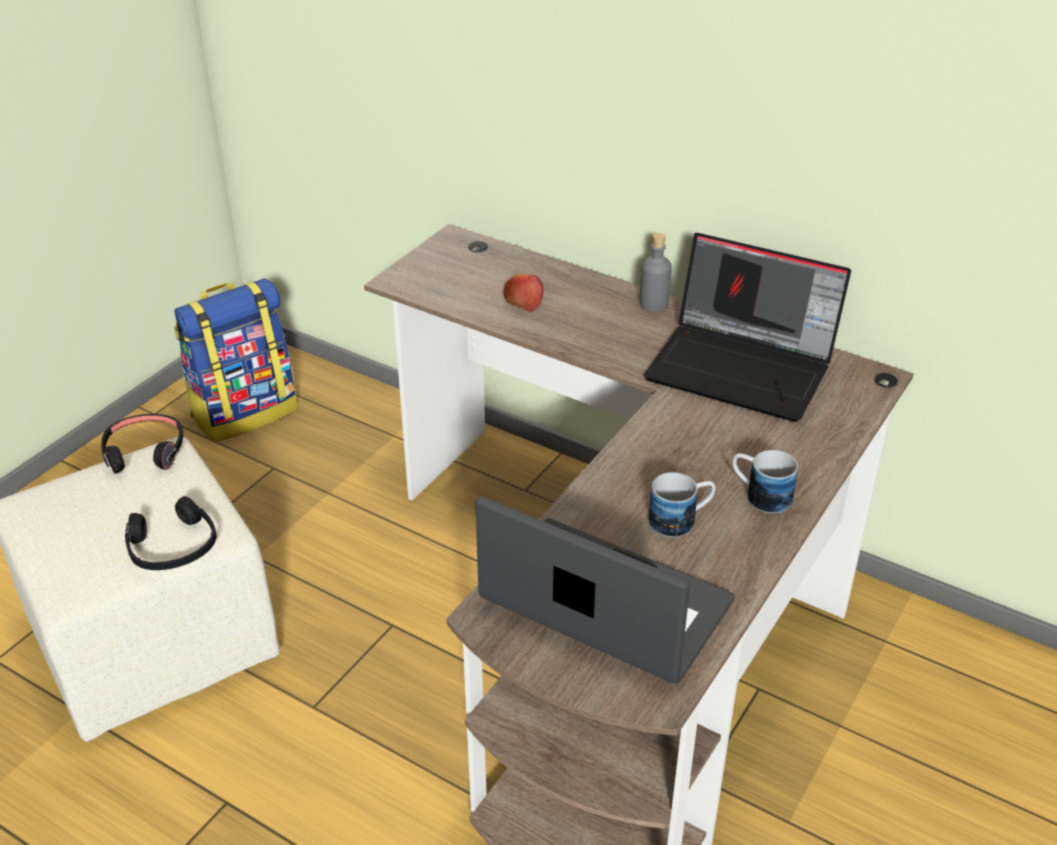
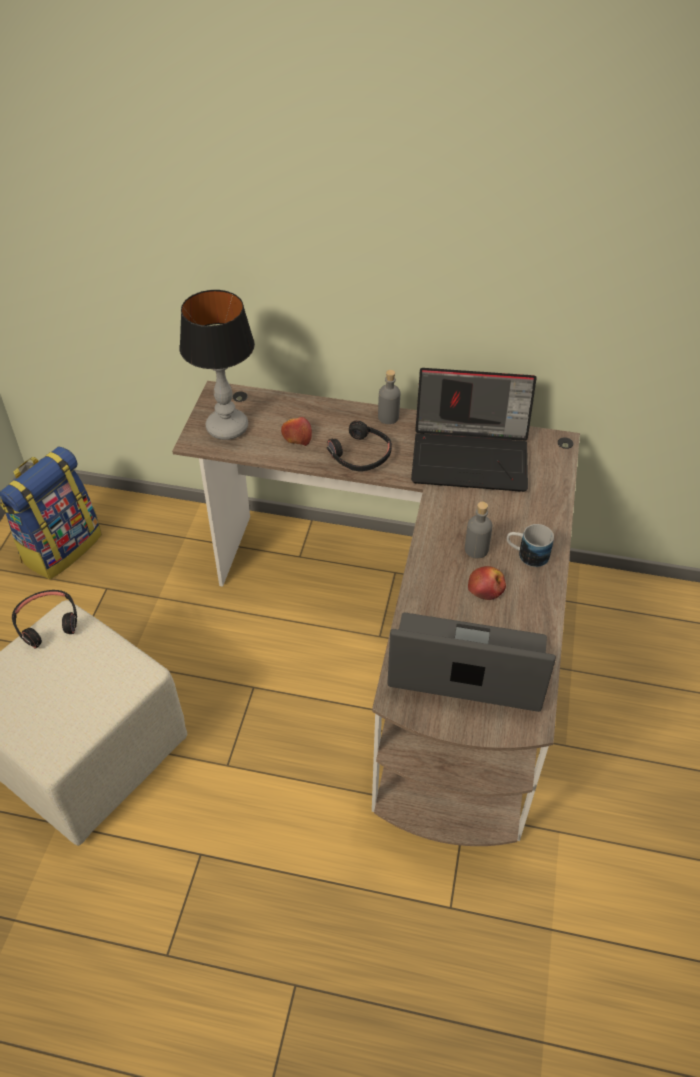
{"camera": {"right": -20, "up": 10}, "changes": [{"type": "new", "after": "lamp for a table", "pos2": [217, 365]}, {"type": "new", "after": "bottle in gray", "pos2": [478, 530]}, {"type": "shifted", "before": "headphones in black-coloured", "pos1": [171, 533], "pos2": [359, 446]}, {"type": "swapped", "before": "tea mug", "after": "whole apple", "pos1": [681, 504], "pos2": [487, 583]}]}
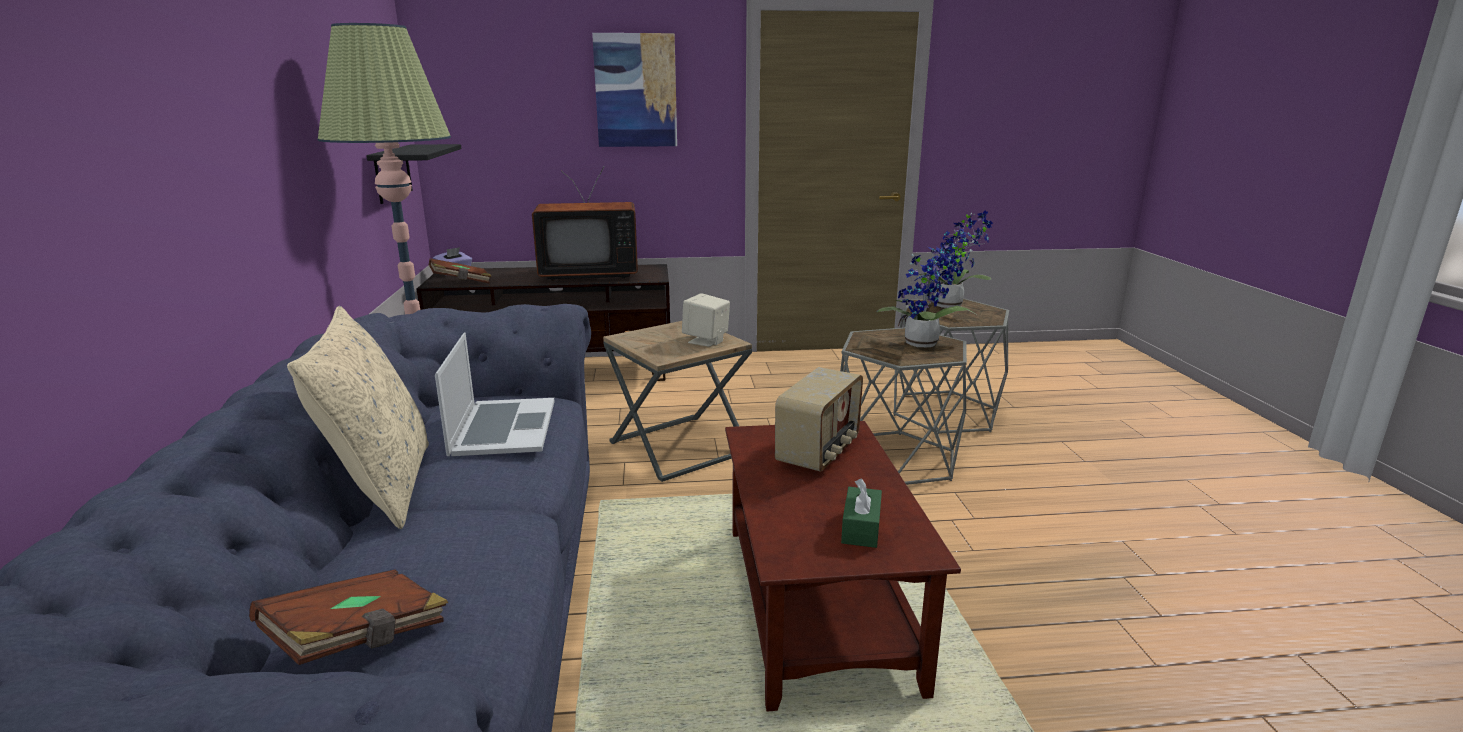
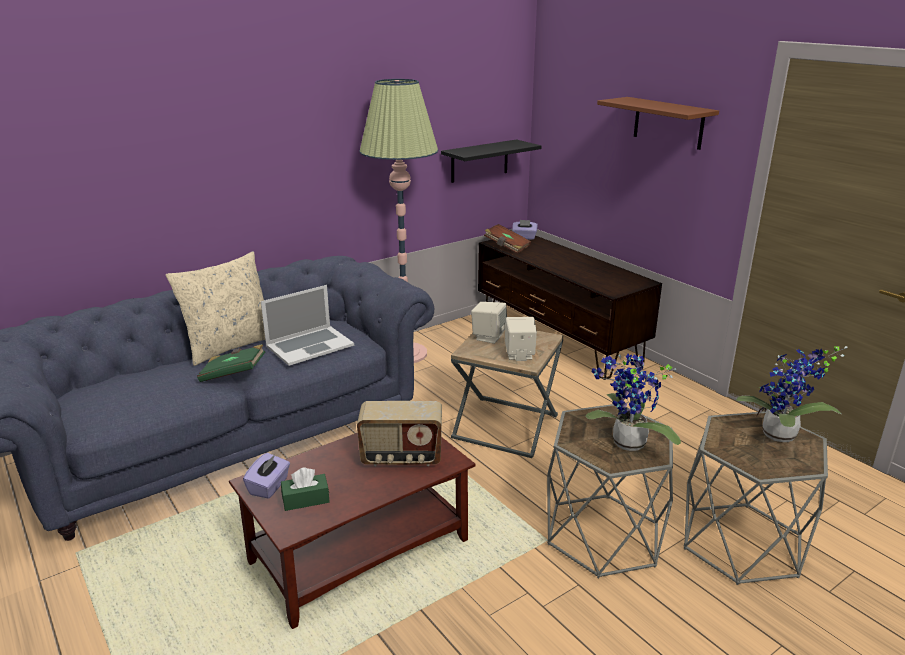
{"camera": {"right": 60, "up": 5}, "changes": [{"type": "gone", "before": "volume in brownish", "pos1": [349, 617]}, {"type": "gone", "before": "television", "pos1": [585, 223]}, {"type": "new", "after": "volume in greenish", "pos2": [231, 363]}, {"type": "new", "after": "tissue holder in purple", "pos2": [266, 476]}, {"type": "new", "after": "audio speaker in sand-coloured", "pos2": [489, 323]}, {"type": "swapped", "before": "wall picture", "after": "shelf in brownish", "pos1": [634, 90], "pos2": [658, 123]}]}
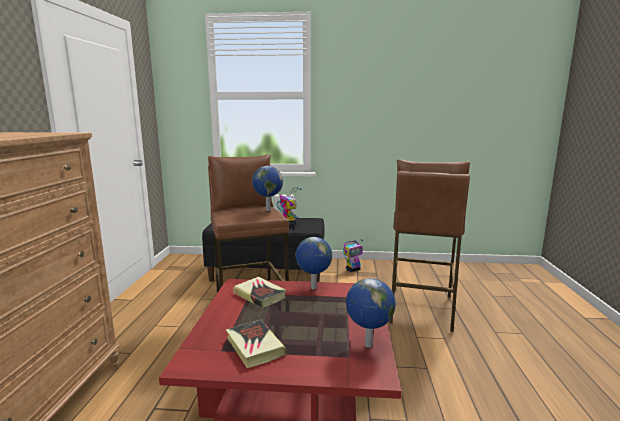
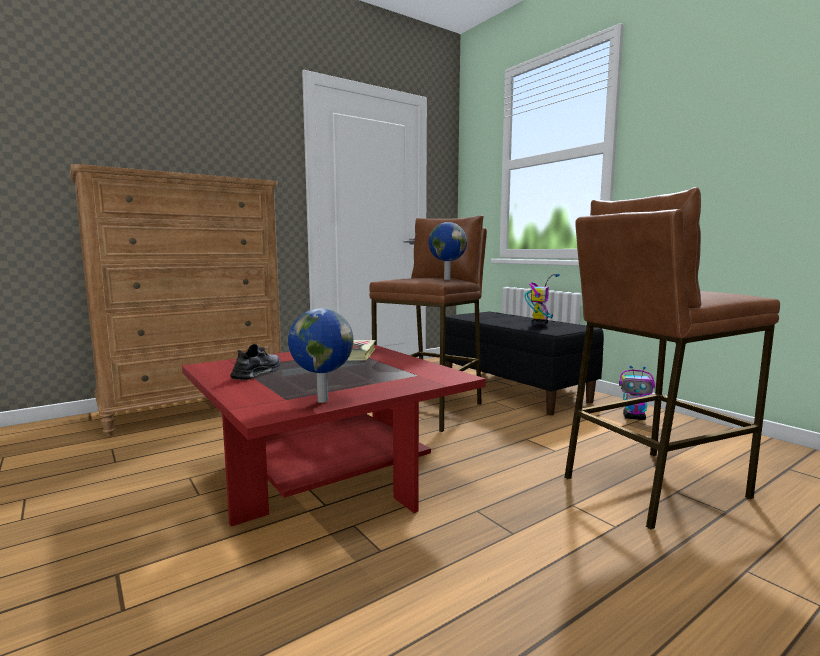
{"camera": {"right": 50, "up": -5}, "changes": [{"type": "gone", "before": "desk globe", "pos1": [314, 263]}, {"type": "swapped", "before": "volume", "after": "low shoe in gray", "pos1": [256, 344], "pos2": [255, 362]}]}
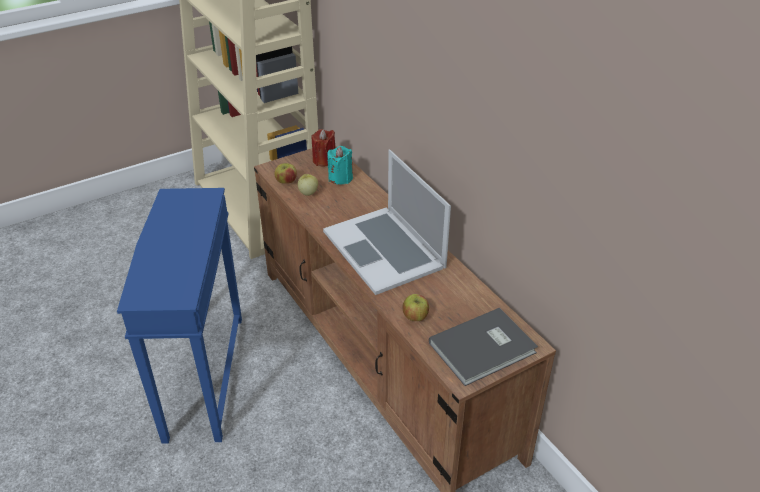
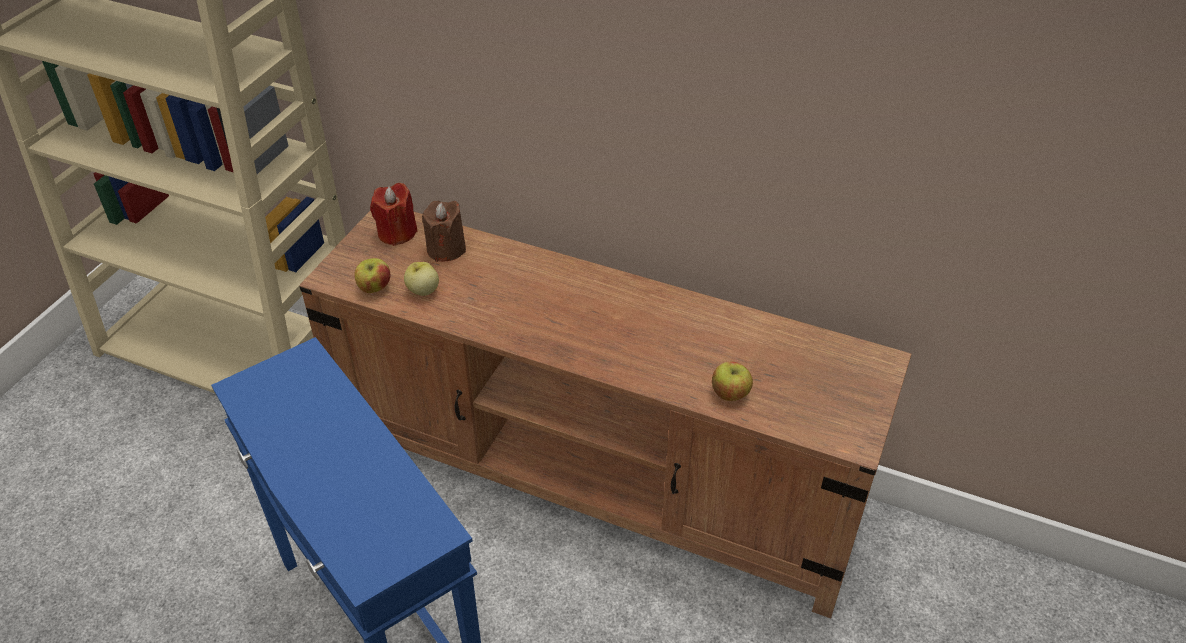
{"camera": {"right": -35, "up": 5}, "changes": [{"type": "gone", "before": "laptop", "pos1": [387, 222]}, {"type": "gone", "before": "volume in gray", "pos1": [483, 347]}, {"type": "repainted", "before": "candle in turquoise", "after": "candle in brownish", "pos1": [340, 165], "pos2": [444, 231]}]}
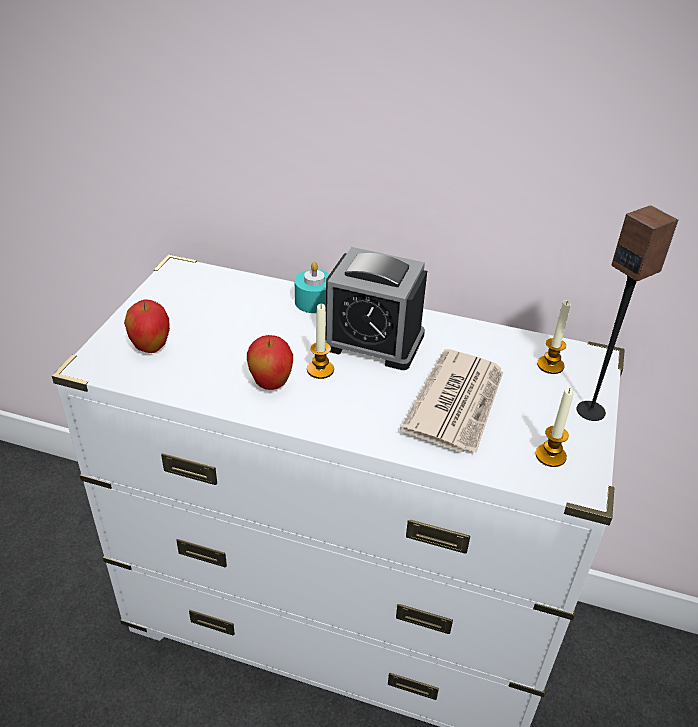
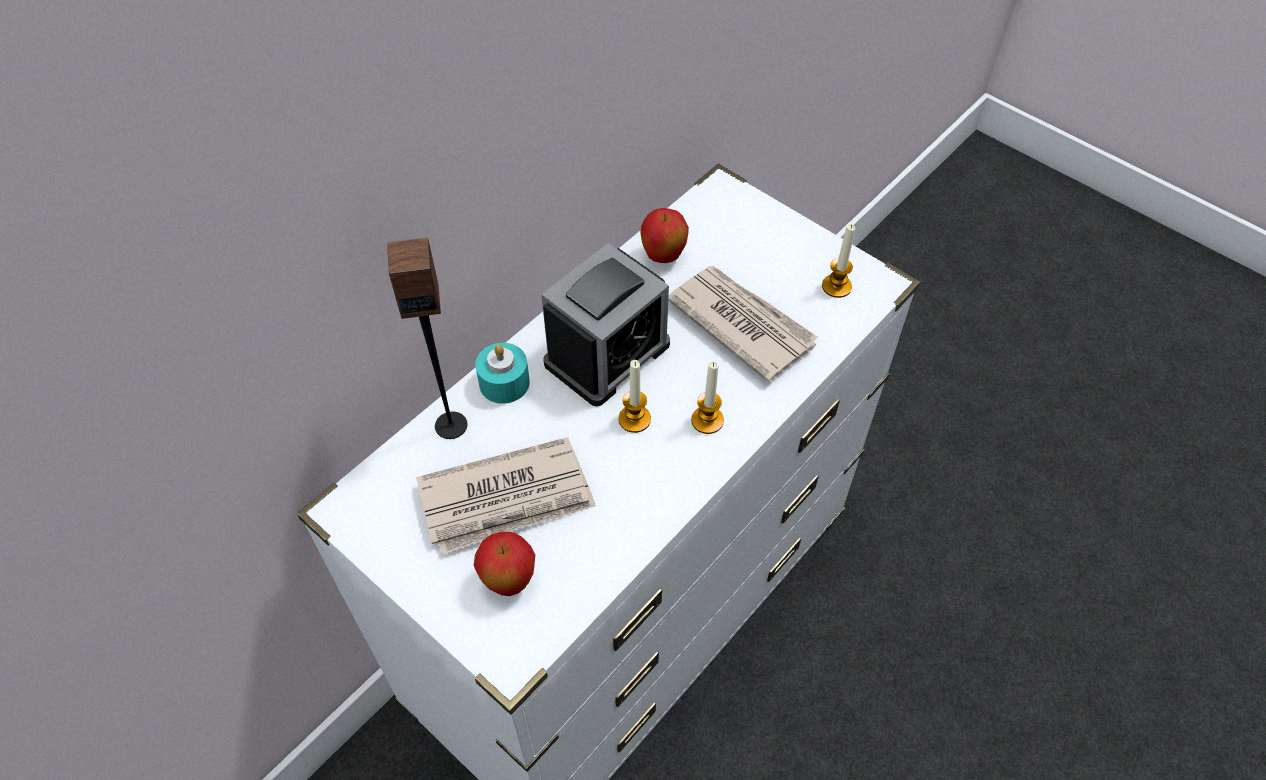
{"camera": {"right": -65, "up": 15}, "changes": [{"type": "new", "after": "printed paper", "pos2": [506, 496]}, {"type": "shifted", "before": "whole apple", "pos1": [270, 362], "pos2": [664, 235]}, {"type": "shifted", "before": "candle", "pos1": [553, 337], "pos2": [707, 397]}, {"type": "shifted", "before": "audio speaker", "pos1": [627, 313], "pos2": [427, 338]}]}
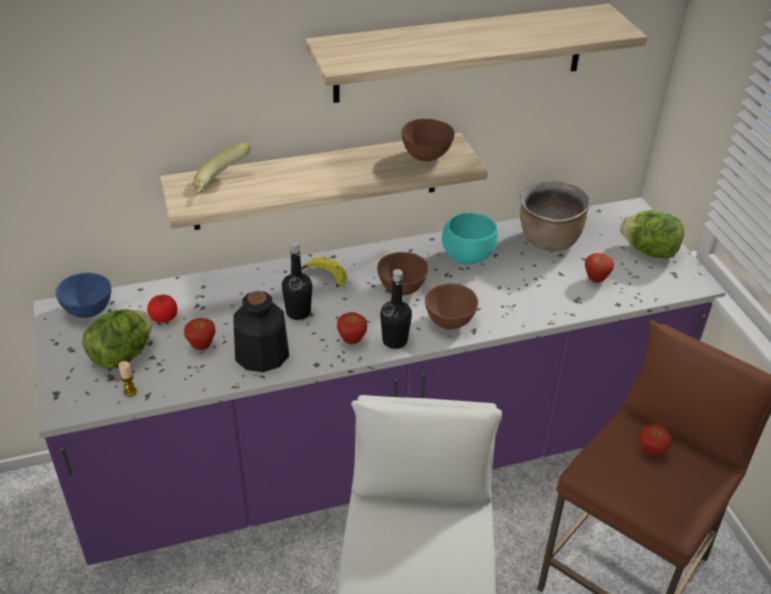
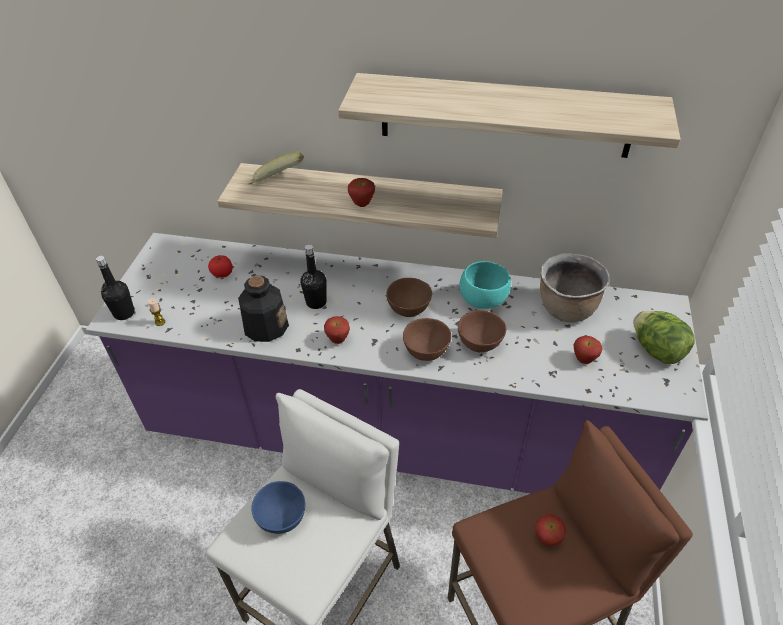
{"camera": {"right": 30, "up": 5}, "changes": [{"type": "gone", "before": "lettuce", "pos1": [117, 339]}, {"type": "gone", "before": "banana fruit", "pos1": [324, 272]}, {"type": "shifted", "before": "deep dish in blue", "pos1": [83, 295], "pos2": [278, 507]}, {"type": "shifted", "before": "whole apple", "pos1": [200, 334], "pos2": [361, 192]}, {"type": "shifted", "before": "bottle in black-coloured", "pos1": [396, 309], "pos2": [115, 288]}, {"type": "shifted", "before": "deep dish in brownish", "pos1": [428, 140], "pos2": [482, 331]}]}
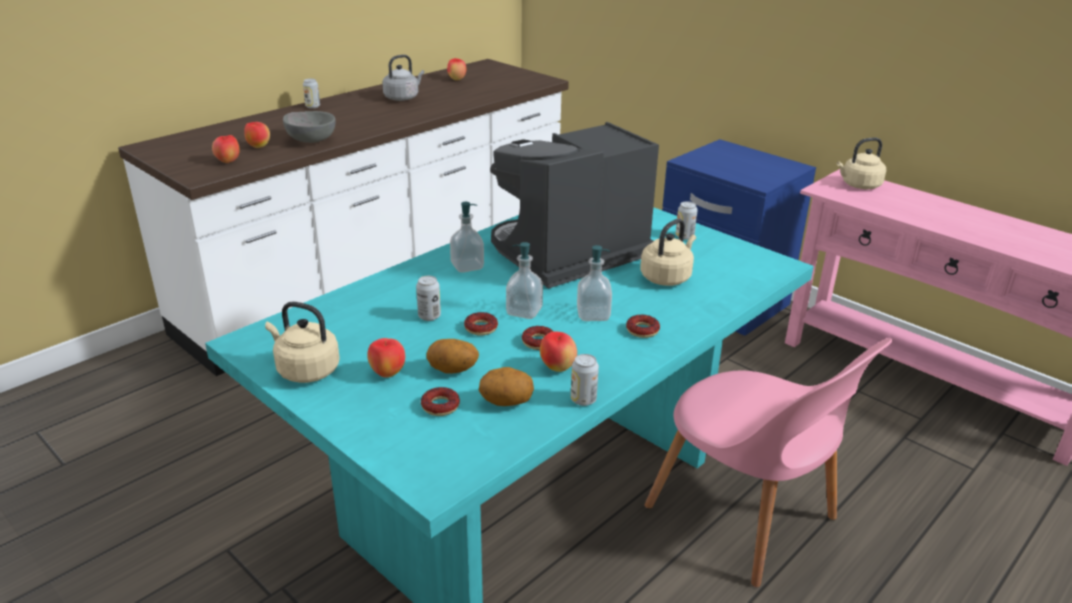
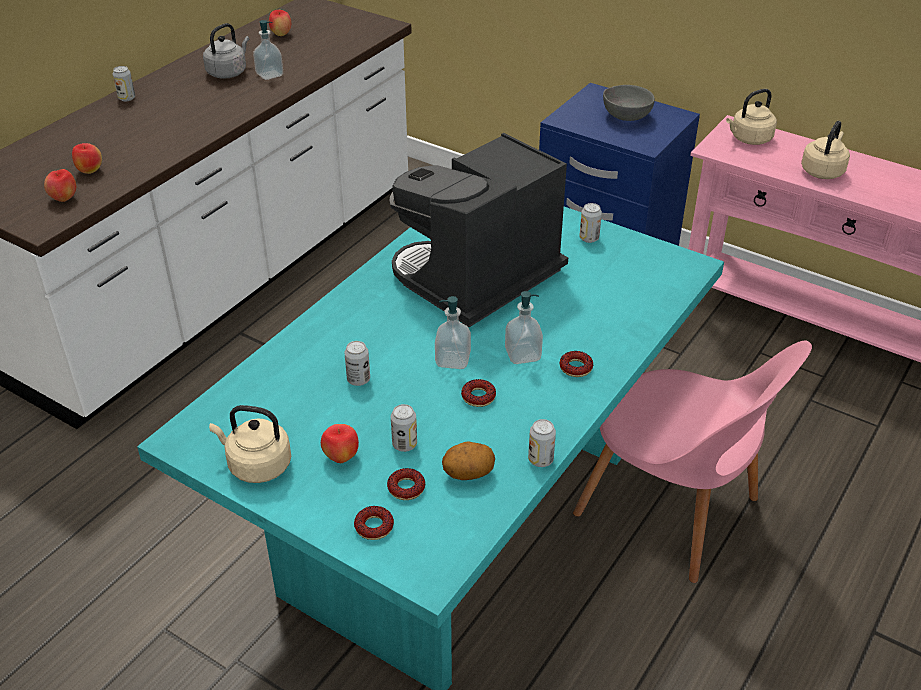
{"camera": {"right": -10, "up": 10}, "changes": [{"type": "gone", "before": "whole apple", "pos1": [558, 351]}, {"type": "shifted", "before": "deep dish in gray", "pos1": [309, 127], "pos2": [629, 103]}, {"type": "shifted", "before": "soap bottle", "pos1": [467, 237], "pos2": [268, 50]}, {"type": "shifted", "before": "ring doughnut", "pos1": [481, 323], "pos2": [374, 523]}, {"type": "shifted", "before": "tea kettle in sand-coloured", "pos1": [668, 252], "pos2": [825, 150]}, {"type": "swapped", "before": "potato", "after": "metal can", "pos1": [453, 356], "pos2": [404, 428]}]}
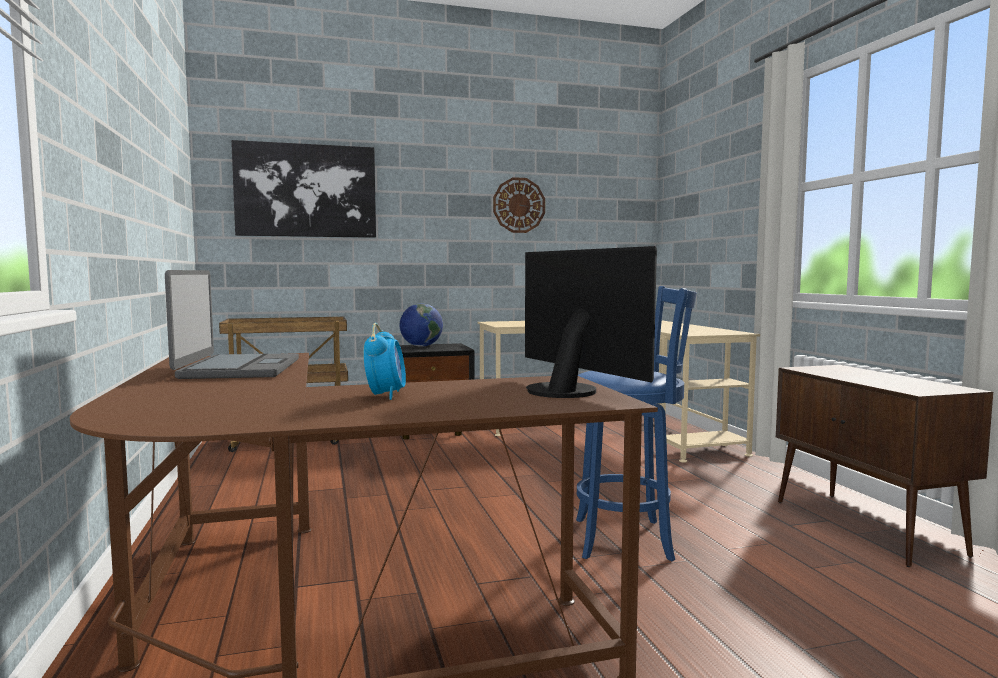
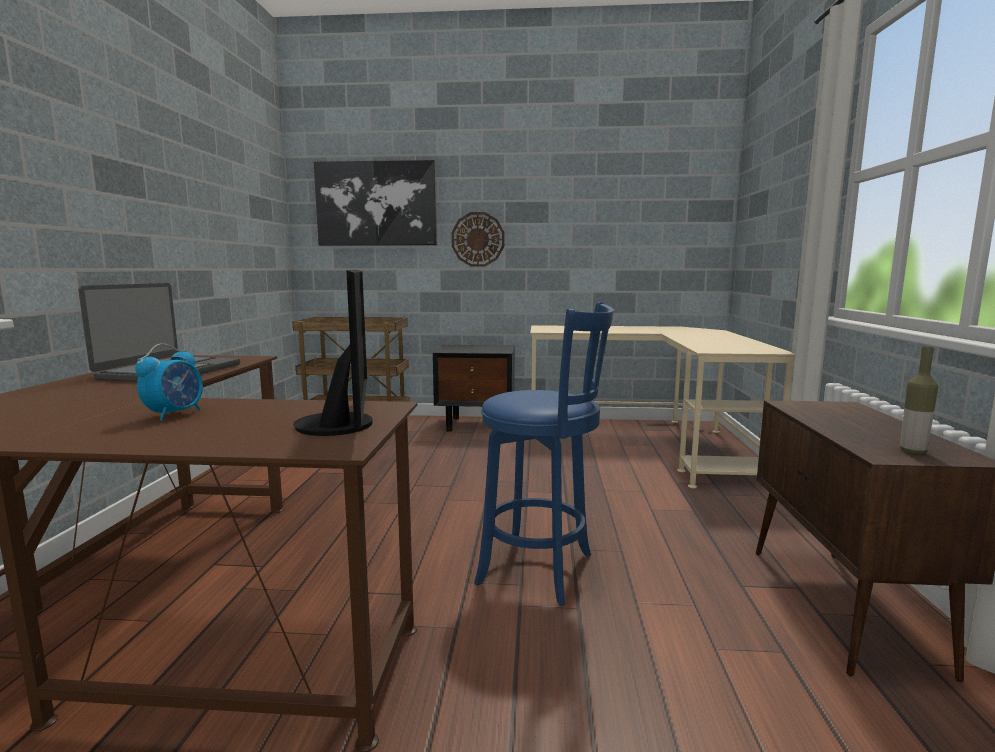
{"camera": {"right": 20, "up": 5}, "changes": [{"type": "gone", "before": "desk globe", "pos1": [421, 325]}, {"type": "new", "after": "bottle", "pos2": [919, 400]}, {"type": "shifted", "before": "clock on the wall", "pos1": [519, 205], "pos2": [477, 239]}]}
